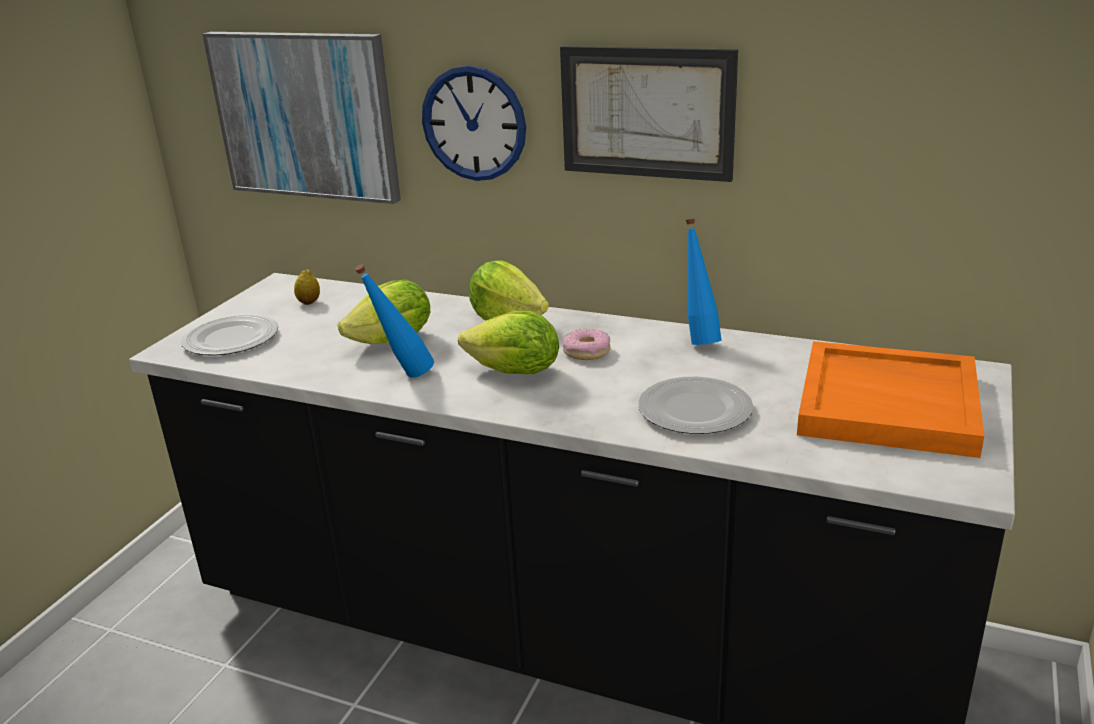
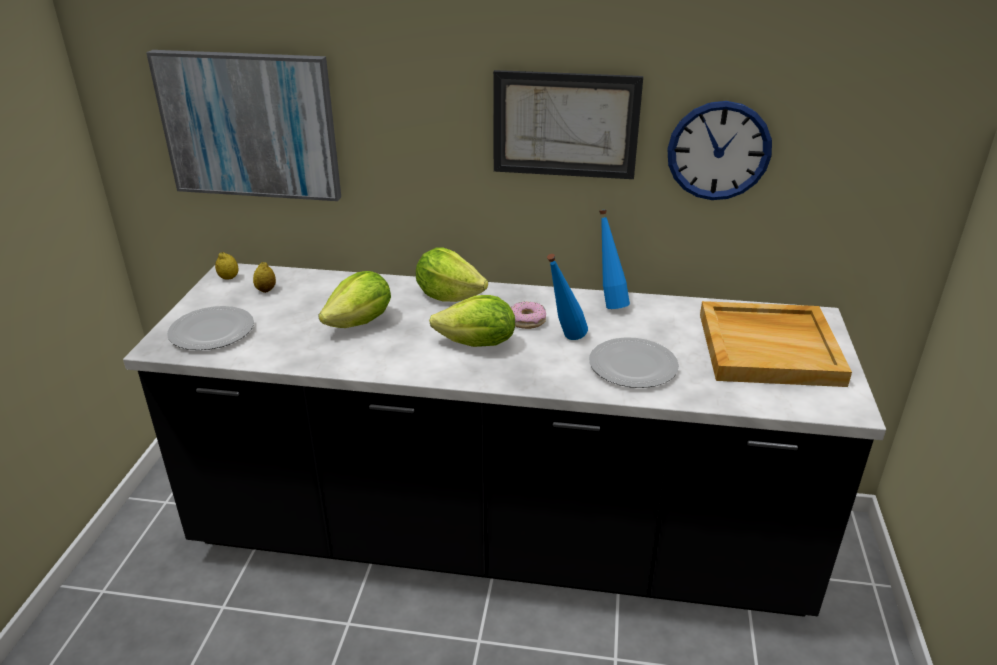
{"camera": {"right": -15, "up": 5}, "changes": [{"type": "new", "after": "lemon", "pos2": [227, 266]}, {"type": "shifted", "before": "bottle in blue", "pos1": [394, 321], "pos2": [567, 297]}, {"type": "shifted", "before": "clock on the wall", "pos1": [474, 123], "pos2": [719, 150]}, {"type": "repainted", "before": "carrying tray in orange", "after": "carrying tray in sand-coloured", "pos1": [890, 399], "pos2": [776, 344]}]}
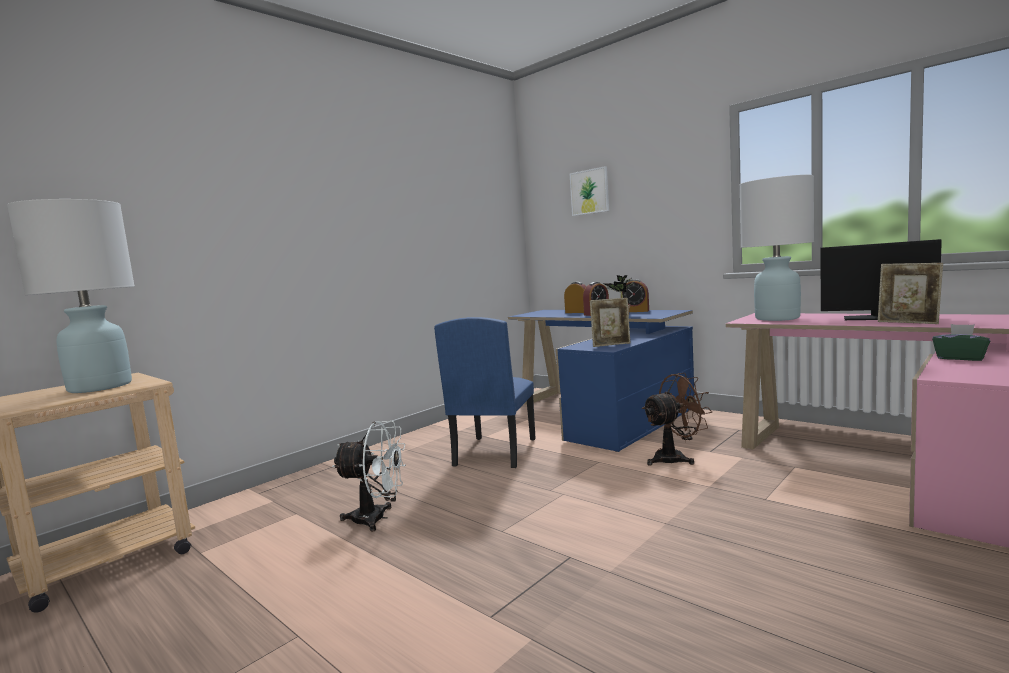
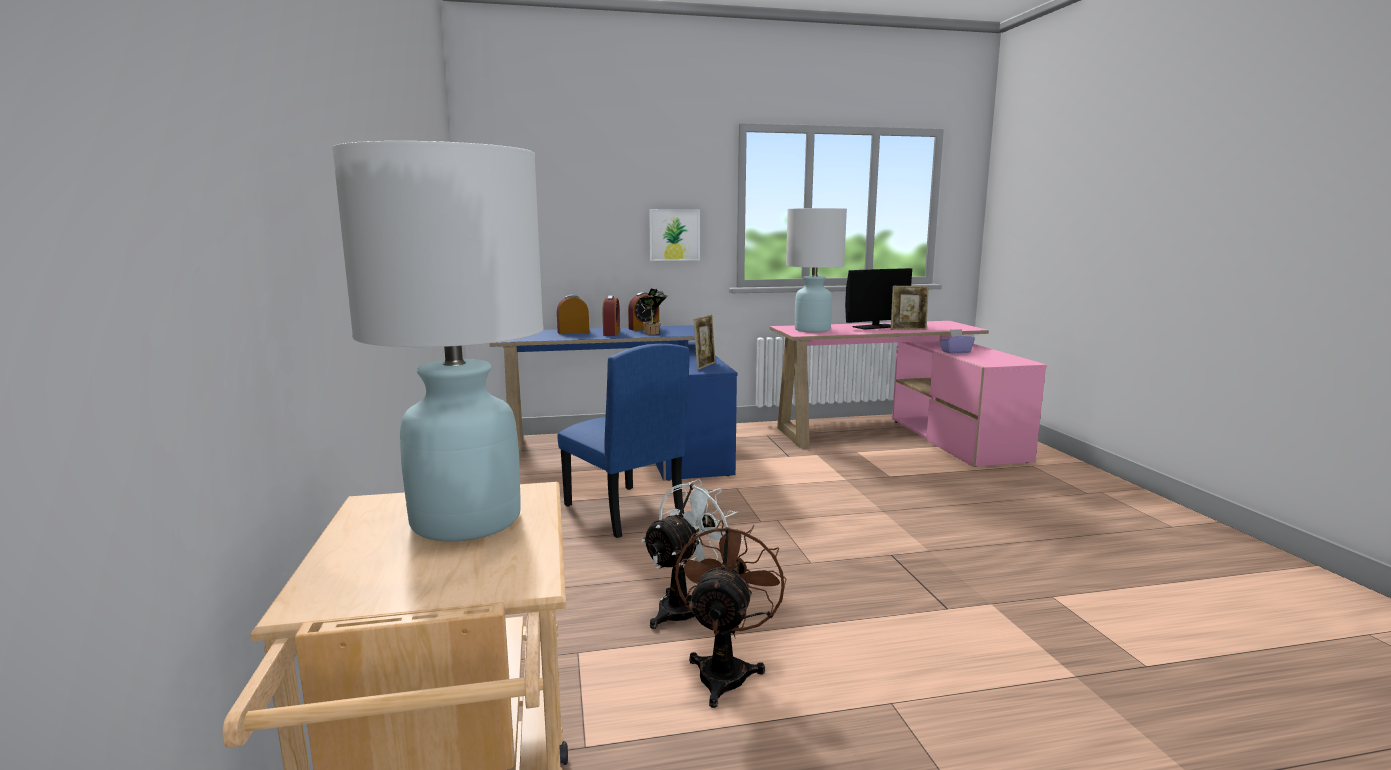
{"camera": {"right": -55, "up": 5}, "changes": [{"type": "shifted", "before": "wall picture", "pos1": [589, 191], "pos2": [674, 235]}, {"type": "shifted", "before": "electric fan in brownish", "pos1": [677, 419], "pos2": [730, 614]}, {"type": "repainted", "before": "tissue holder in greenish", "after": "tissue holder in purple", "pos1": [961, 342], "pos2": [957, 341]}]}
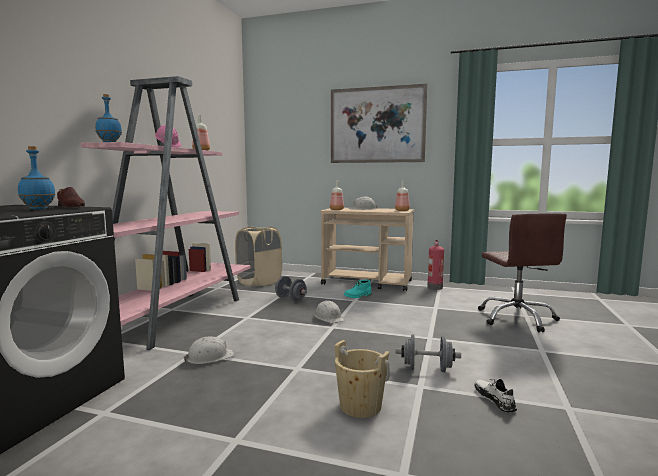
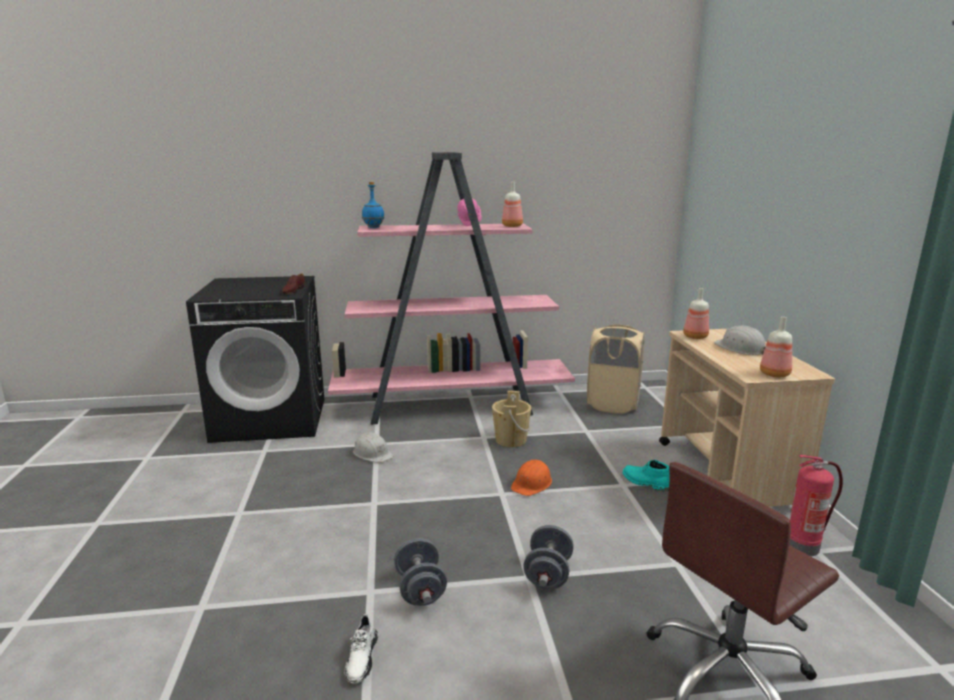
{"camera": {"right": 65, "up": 10}, "changes": [{"type": "gone", "before": "bottle in blue", "pos1": [37, 178]}, {"type": "gone", "before": "wall picture", "pos1": [379, 123]}, {"type": "shifted", "before": "dumbbell in gray", "pos1": [291, 288], "pos2": [548, 557]}, {"type": "shifted", "before": "pail in sand-coloured", "pos1": [361, 379], "pos2": [511, 419]}, {"type": "repainted", "before": "hard hat in white", "after": "hard hat in orange", "pos1": [329, 312], "pos2": [531, 478]}, {"type": "rotated", "before": "low shoe in white", "pos1": [495, 396], "pos2": [361, 648], "turn": 135}]}
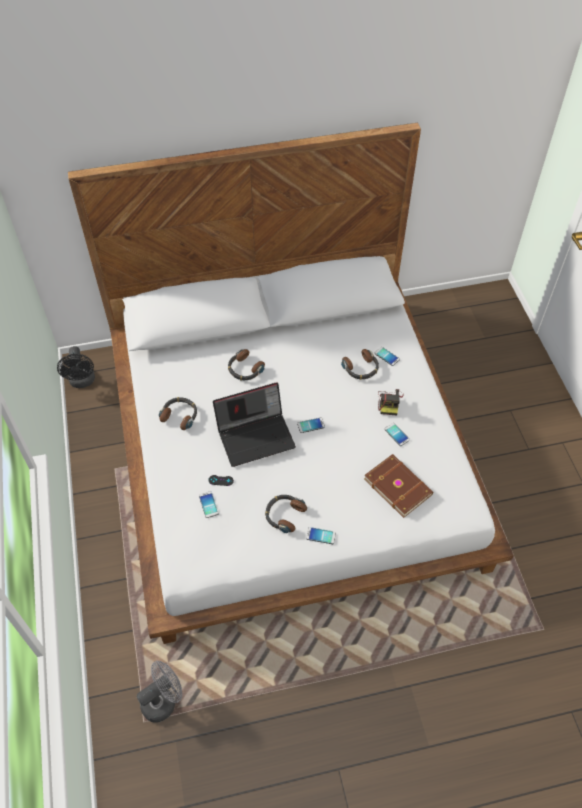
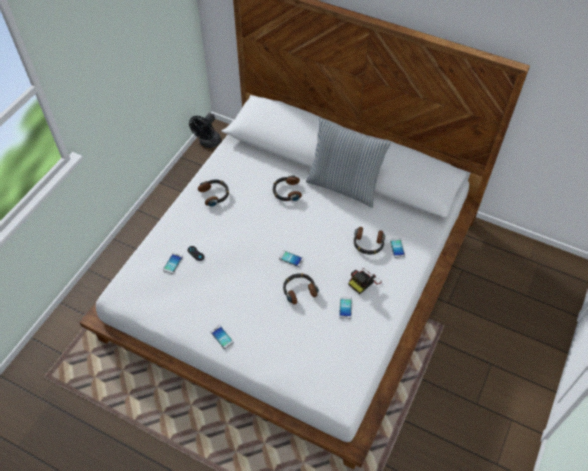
{"camera": {"right": 40, "up": 0}, "changes": [{"type": "gone", "before": "electric fan in gray", "pos1": [159, 692]}, {"type": "gone", "before": "laptop", "pos1": [254, 424]}, {"type": "gone", "before": "volume in brownish", "pos1": [398, 486]}, {"type": "new", "after": "throw pillow", "pos2": [348, 163]}, {"type": "shifted", "before": "headphones", "pos1": [286, 514], "pos2": [301, 288]}]}
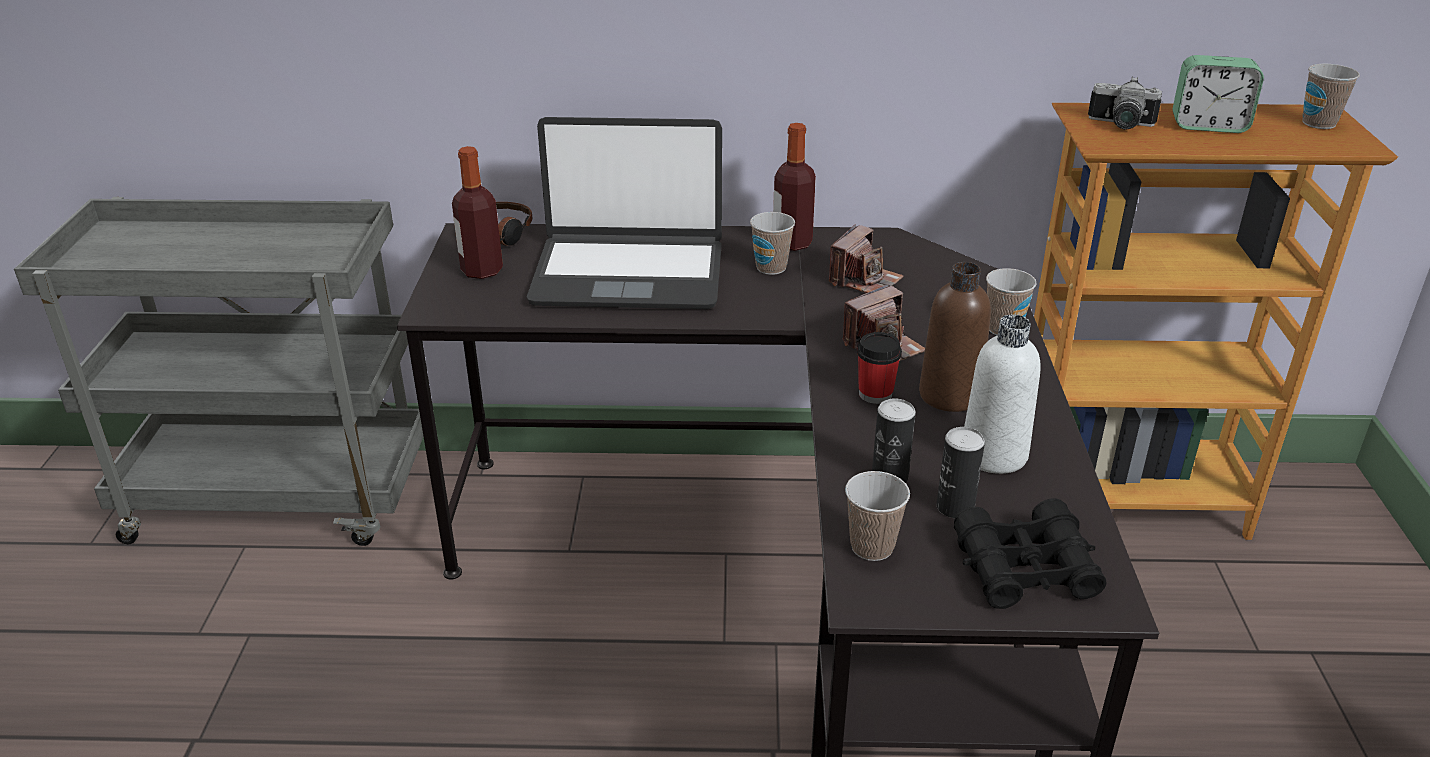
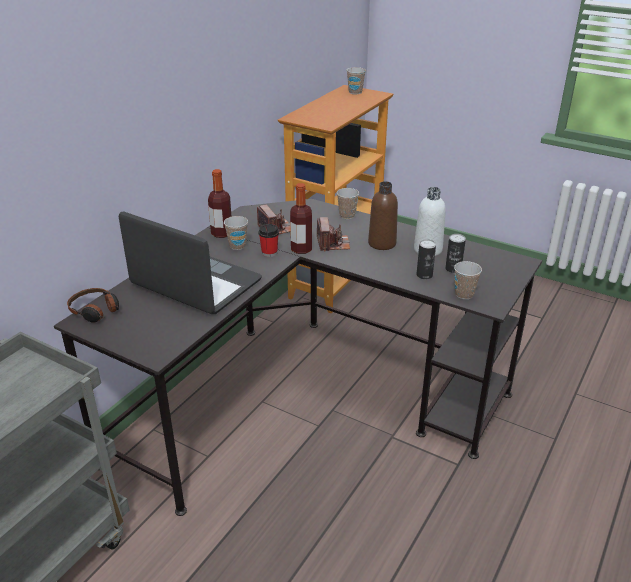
{"camera": {"right": -60, "up": 0}, "changes": [{"type": "gone", "before": "pair of binoculars in black-coloured", "pos1": [1030, 553]}, {"type": "gone", "before": "photo camera", "pos1": [1125, 102]}, {"type": "gone", "before": "alarm clock", "pos1": [1218, 94]}, {"type": "shifted", "before": "bottle", "pos1": [477, 212], "pos2": [301, 218]}, {"type": "shifted", "before": "cup", "pos1": [879, 368], "pos2": [269, 240]}, {"type": "rotated", "before": "laptop", "pos1": [624, 213], "pos2": [190, 262], "turn": -90}]}
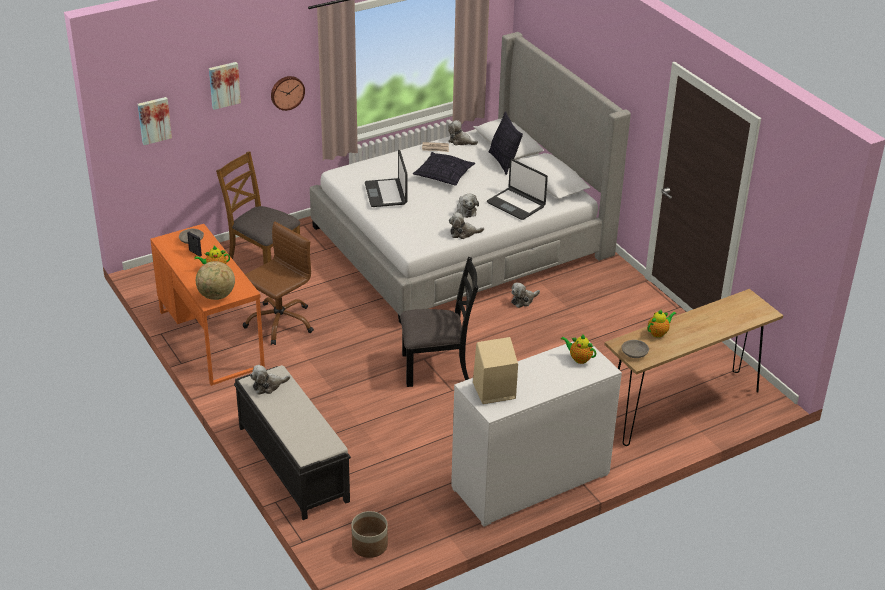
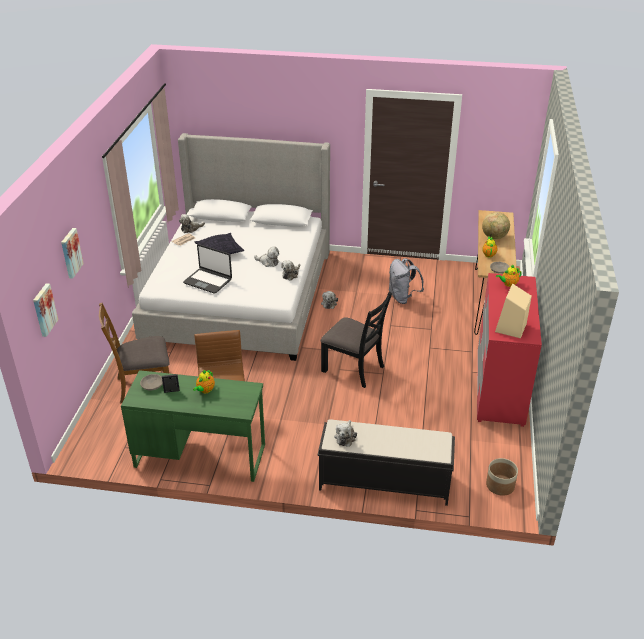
{"camera": {"right": -50, "up": 0}, "changes": [{"type": "gone", "before": "clock on the wall", "pos1": [288, 93]}, {"type": "gone", "before": "laptop", "pos1": [517, 189]}, {"type": "gone", "before": "throw pillow", "pos1": [506, 143]}, {"type": "new", "after": "backpack in gray", "pos2": [406, 281]}, {"type": "shifted", "before": "desk globe", "pos1": [215, 280], "pos2": [496, 225]}, {"type": "repainted", "before": "desk table in orange", "after": "desk table in greenish", "pos1": [207, 305], "pos2": [193, 426]}, {"type": "repainted", "before": "dresser in white", "after": "dresser in reddish", "pos1": [536, 434], "pos2": [509, 350]}, {"type": "rotated", "before": "upright chair in black-coloured", "pos1": [439, 322], "pos2": [356, 340], "turn": 90}]}
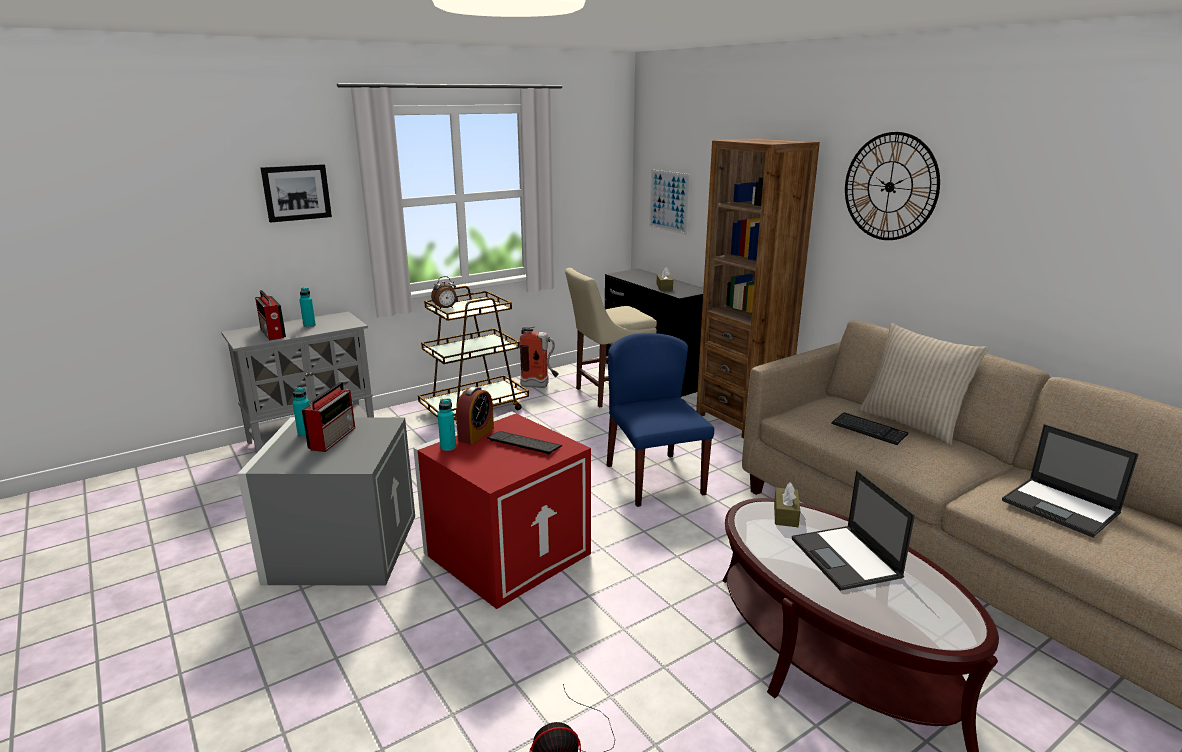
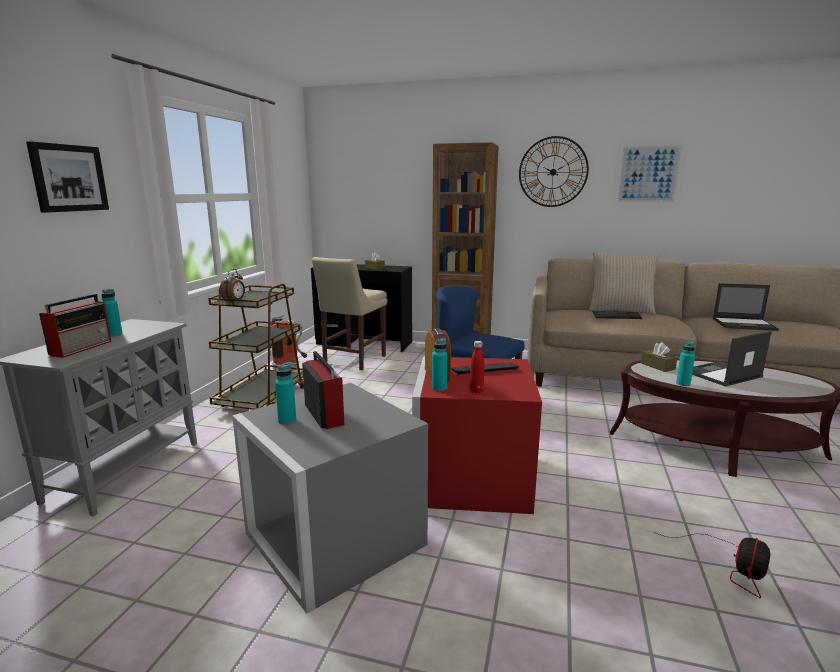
{"camera": {"right": -40, "up": -5}, "changes": [{"type": "new", "after": "bottle in reddish", "pos2": [477, 367]}, {"type": "new", "after": "bottle in turquoise", "pos2": [685, 363]}, {"type": "shifted", "before": "wall picture", "pos1": [669, 202], "pos2": [649, 173]}, {"type": "rotated", "before": "radio", "pos1": [270, 315], "pos2": [75, 326], "turn": -90}, {"type": "rotated", "before": "laptop", "pos1": [853, 530], "pos2": [731, 359], "turn": 120}]}
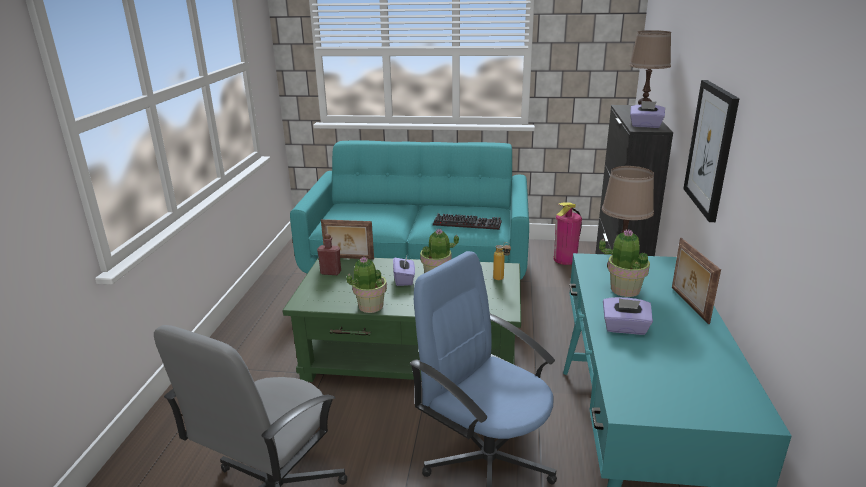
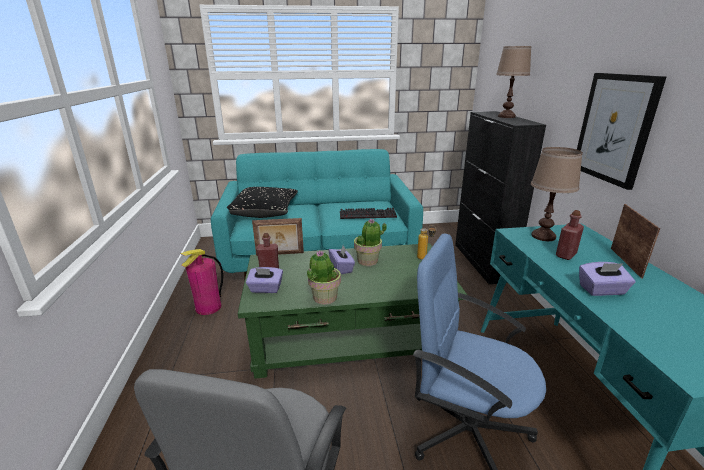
{"camera": {"right": -15, "up": 0}, "changes": [{"type": "new", "after": "throw pillow in black-coloured", "pos2": [262, 202]}, {"type": "shifted", "before": "fire extinguisher", "pos1": [567, 234], "pos2": [201, 282]}, {"type": "shifted", "before": "tissue holder in purple", "pos1": [647, 114], "pos2": [264, 280]}, {"type": "swapped", "before": "plant in a pot", "after": "bottle in reddish", "pos1": [624, 263], "pos2": [570, 235]}, {"type": "rotated", "before": "standing frame", "pos1": [696, 281], "pos2": [635, 241], "turn": -150}]}
